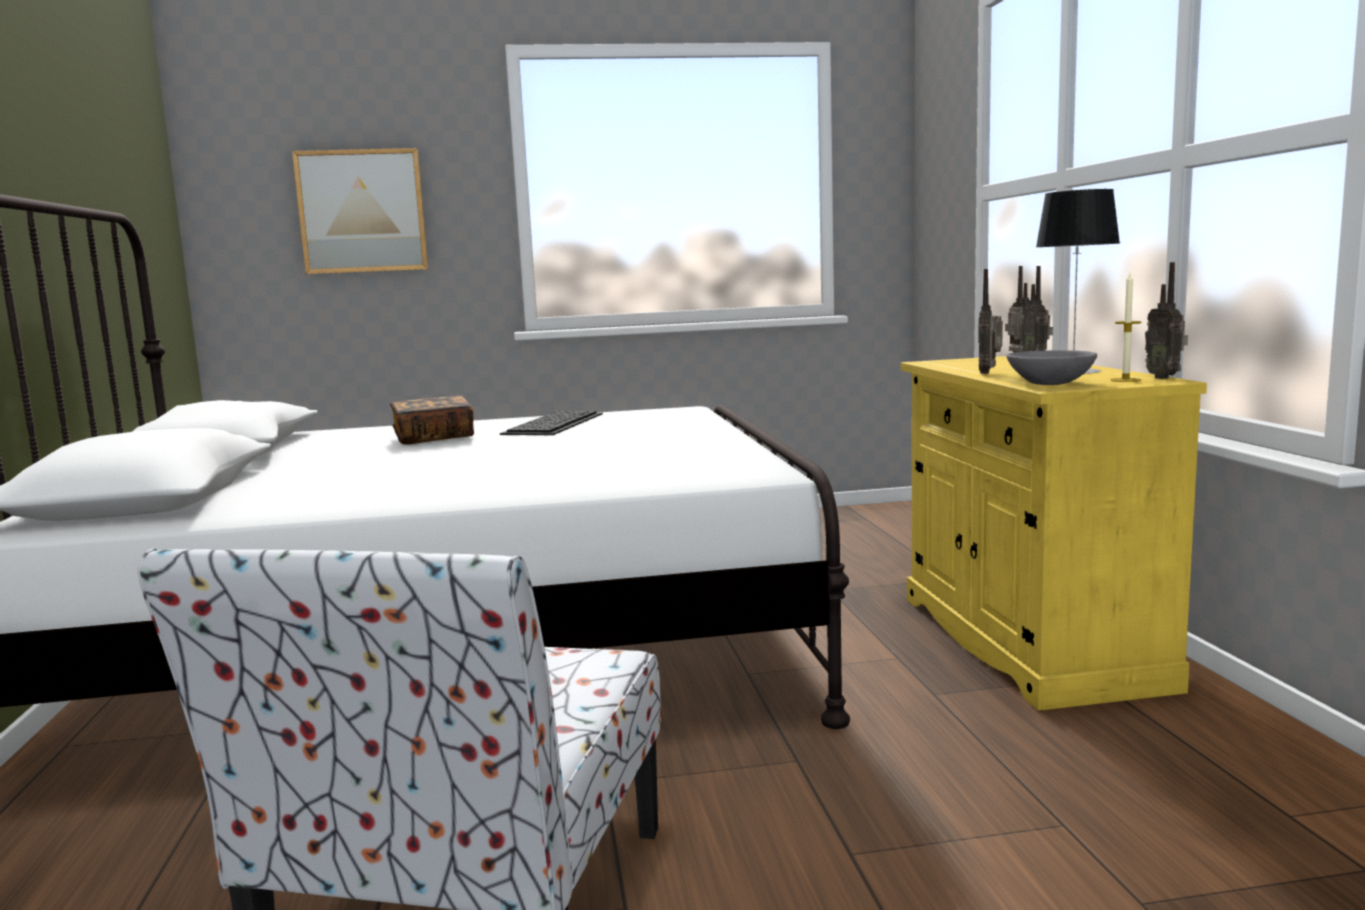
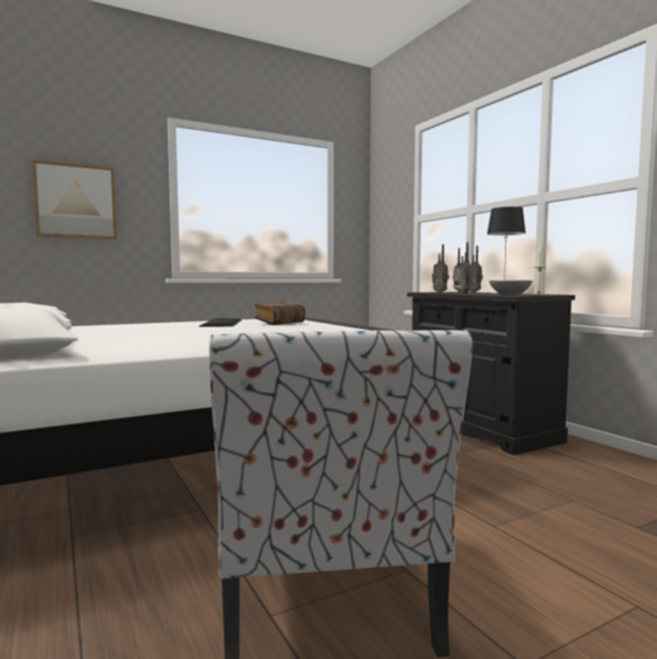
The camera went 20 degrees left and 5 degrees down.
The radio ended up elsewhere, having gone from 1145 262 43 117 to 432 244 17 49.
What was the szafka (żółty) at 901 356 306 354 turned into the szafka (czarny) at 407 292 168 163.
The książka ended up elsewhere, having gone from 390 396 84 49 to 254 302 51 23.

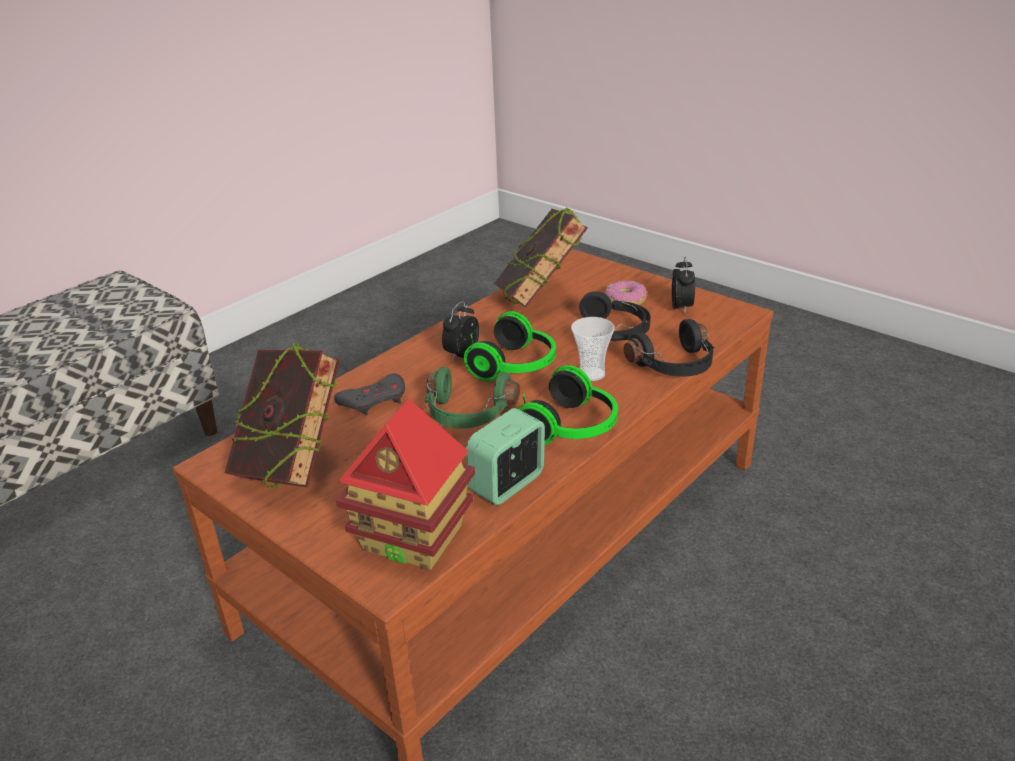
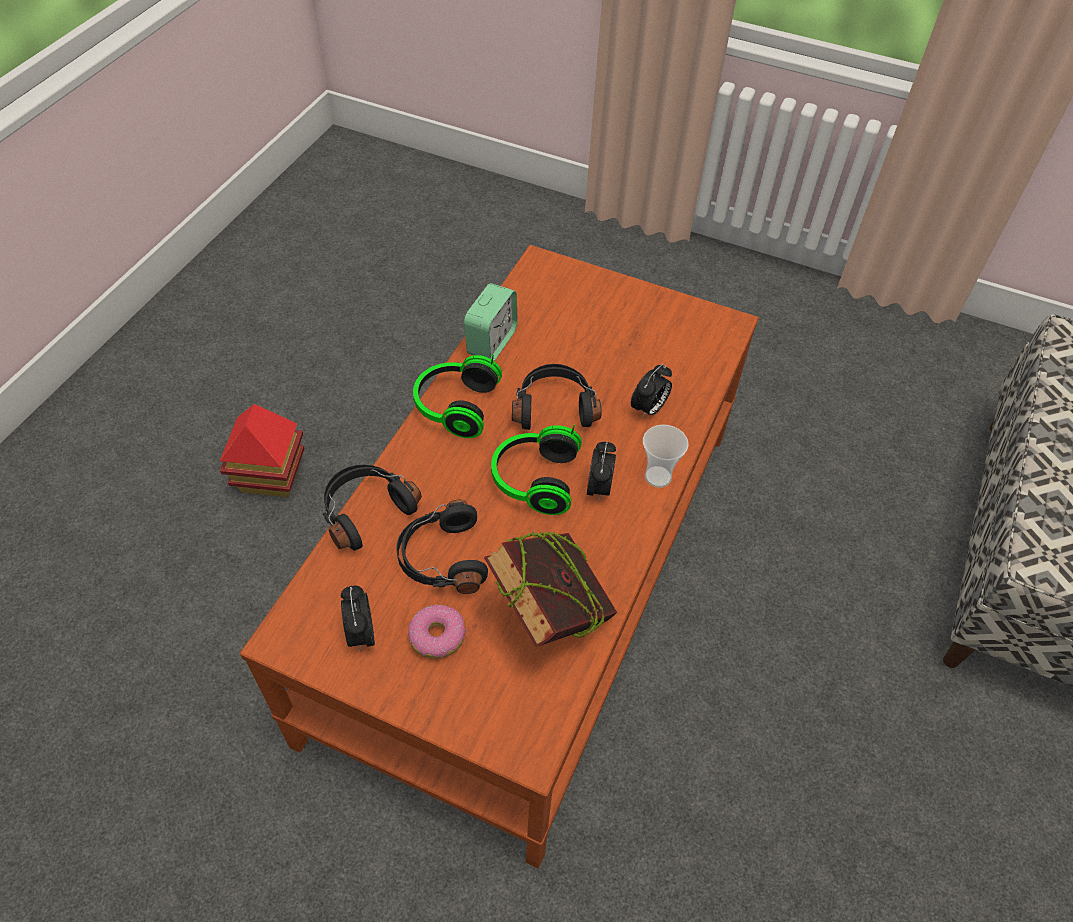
The camera went 160 degrees right and 20 degrees up.
The filiżanka ended up elsewhere, having gone from 571 317 44 64 to 643 424 45 64.
The second view lost the książka at 225 342 115 148.
What was the słuchawki (zielony) at 425 367 95 62 turned into the słuchawki (czarny) at 512 364 90 66.
Where the pad do gier (szary) stood at 334 374 71 42, the budzik came to stand at 631 364 41 55.
The domek ended up elsewhere, having gone from 336 399 139 171 to 220 404 85 93.

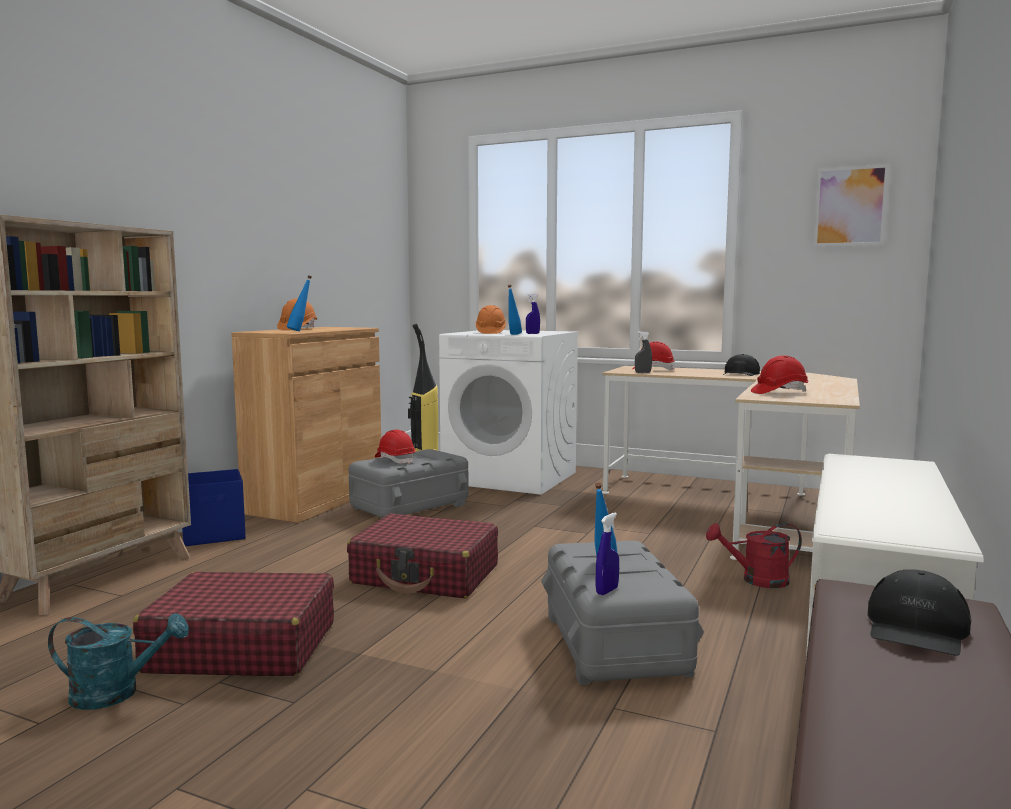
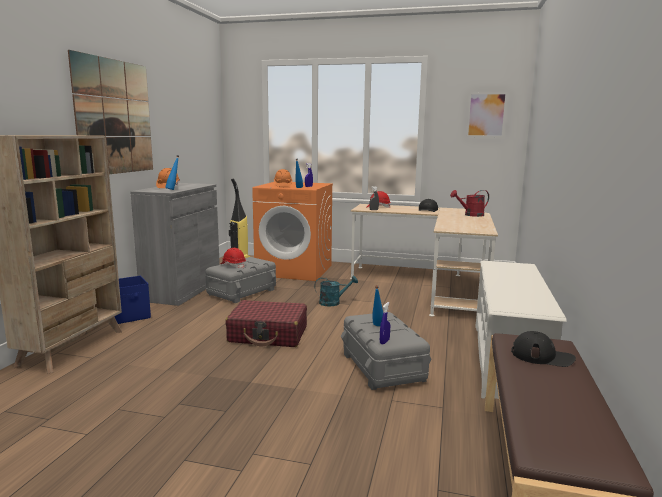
The camera went 10 degrees left and 5 degrees up.
What was the szafka (brązowy) at 231 327 150 196 turned into the szafka (szary) at 130 183 90 123.
What was the pralka (biały) at 439 330 140 165 turned into the pralka (pomarańczowy) at 252 182 81 99.
The second view lost the kask (czerwony) at 751 355 57 39.
The konewka (czerwony) ended up elsewhere, having gone from 706 523 96 65 to 450 190 39 27.
The czapka z daszkiem (czarny) at 868 569 103 87 ended up facing another way, 90 degrees counterclockwise from before.
The second view lost the walizka (czerwony) at 133 572 201 104.
The konewka (turkusowy) ended up elsewhere, having gone from 48 613 141 97 to 314 276 44 31.
The second view gained the obraz at 68 50 85 124.

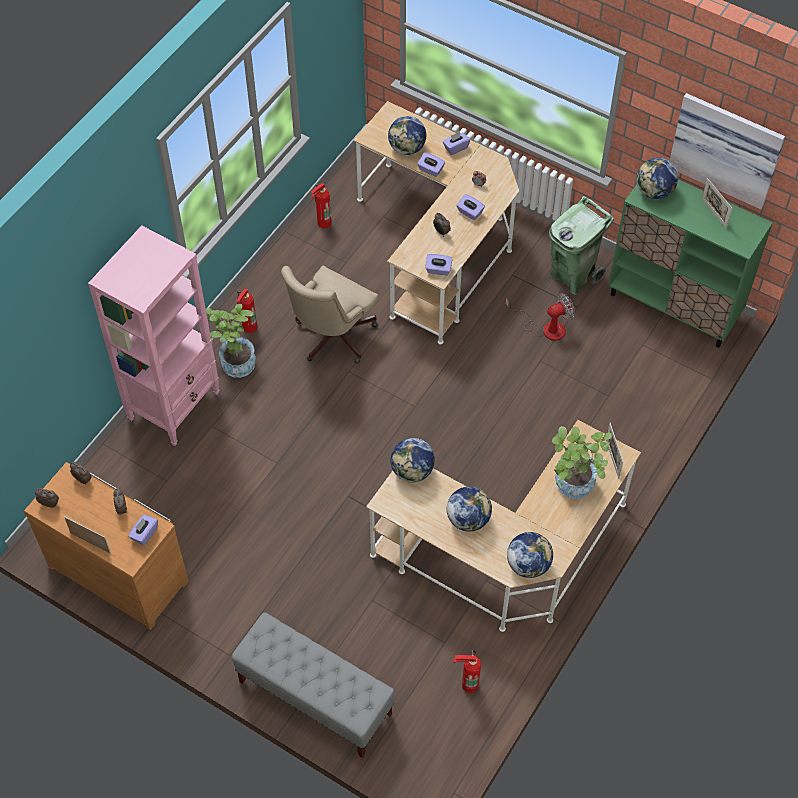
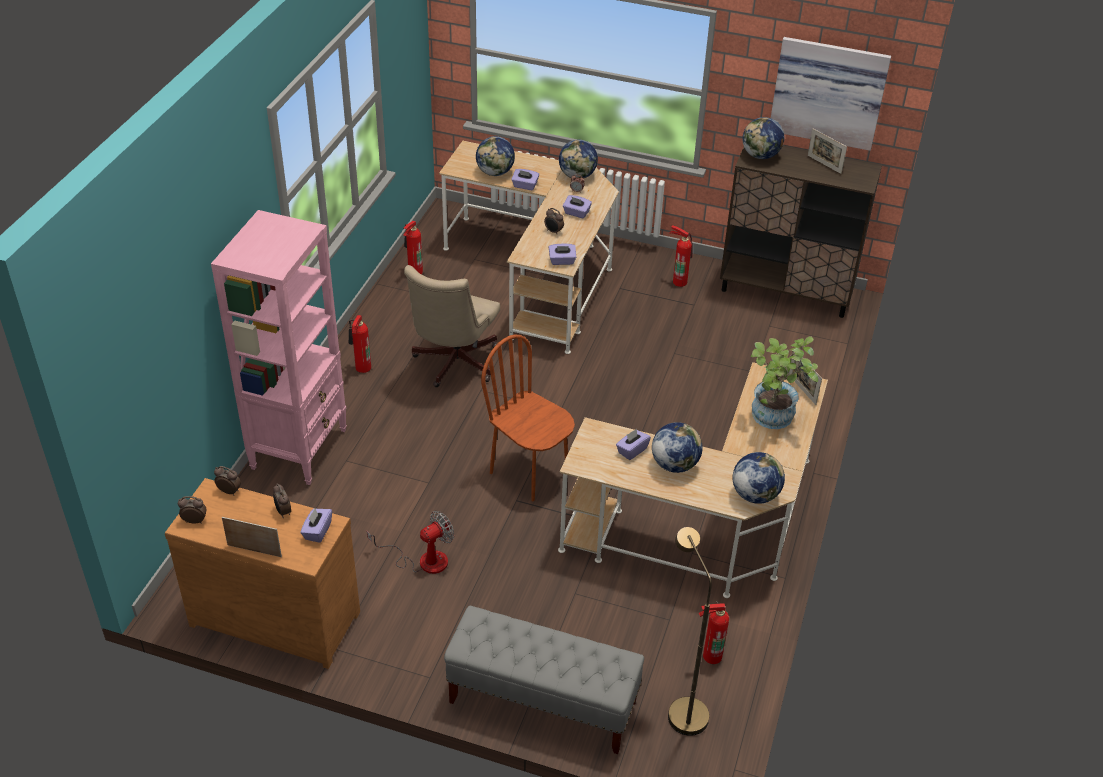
The camera went 15 degrees left and 15 degrees down.
The pudełko chusteczek (fioletowy) ended up elsewhere, having gone from 443 132 27 23 to 616 429 35 31.
What was the szafka (zielony) at 608 180 165 168 turned into the szafka (brązowy) at 720 145 162 173.
Where the kosz na śmieci (zielony) stood at 549 196 65 99, the gaśnica came to stand at 670 225 22 62.
The wentylator ended up elsewhere, having gone from 506 293 69 48 to 367 511 87 63.
The second view lost the roślina doniczkowa at 206 304 50 74.
The globus ended up elsewhere, having gone from 391 438 44 44 to 559 140 39 38.
The second view gained the krzesło (brązowy) at 481 334 94 167.
The second view gained the lampa stojąca (brązowy) at 668 527 44 209.

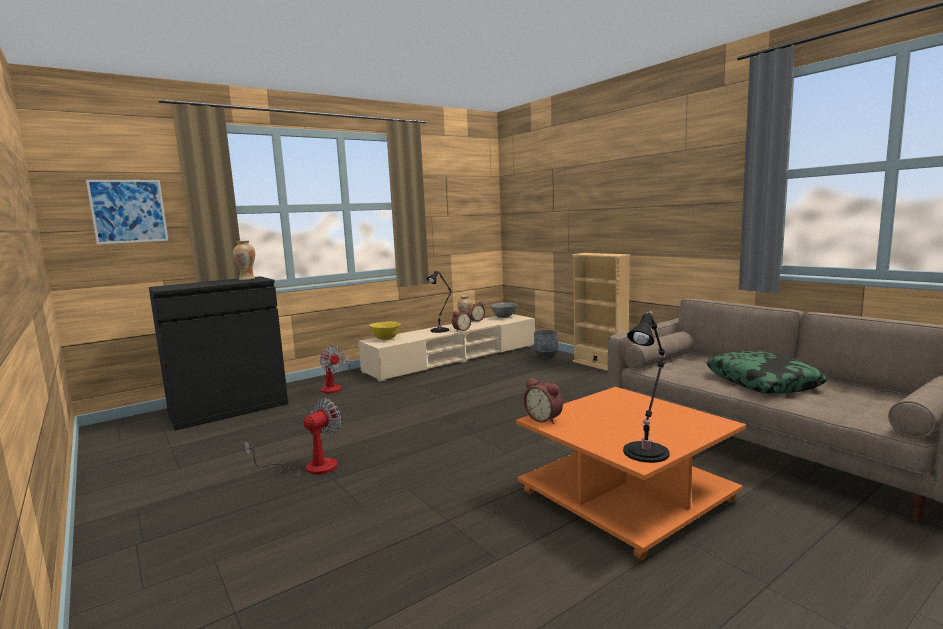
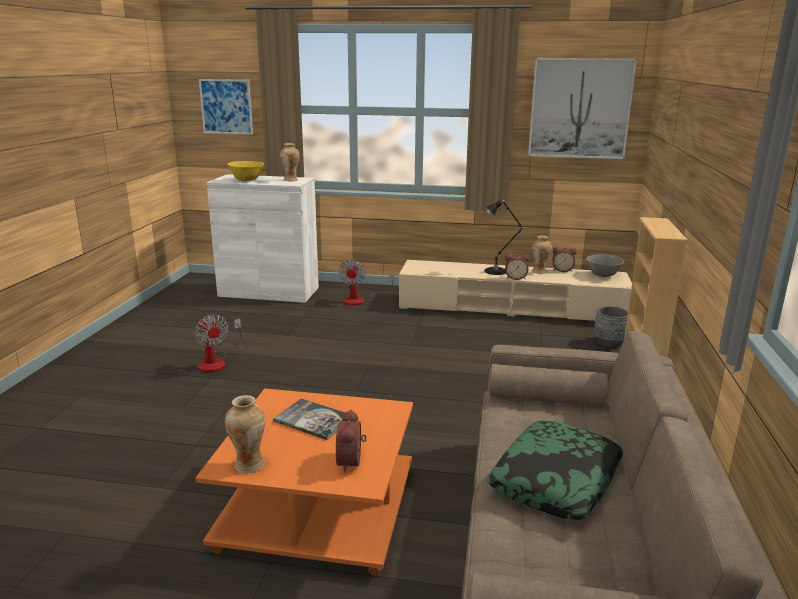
The camera went 45 degrees right and 10 degrees up.
What was the szafka (czarny) at 149 276 139 155 turned into the szafka (biały) at 207 174 112 129.
Where the lampa stołowa (czarny) stood at 623 311 46 152, the wazon came to stand at 225 395 40 78.
The miska (żółty) ended up elsewhere, having gone from 369 321 32 19 to 228 161 36 20.
The budzik ended up elsewhere, having gone from 524 378 39 46 to 336 409 30 63.
The wentylator at 244 398 97 78 ended up facing another way, 60 degrees clockwise from before.
The second view gained the obraz at 528 58 109 101.
The second view gained the książka at 273 398 73 42.

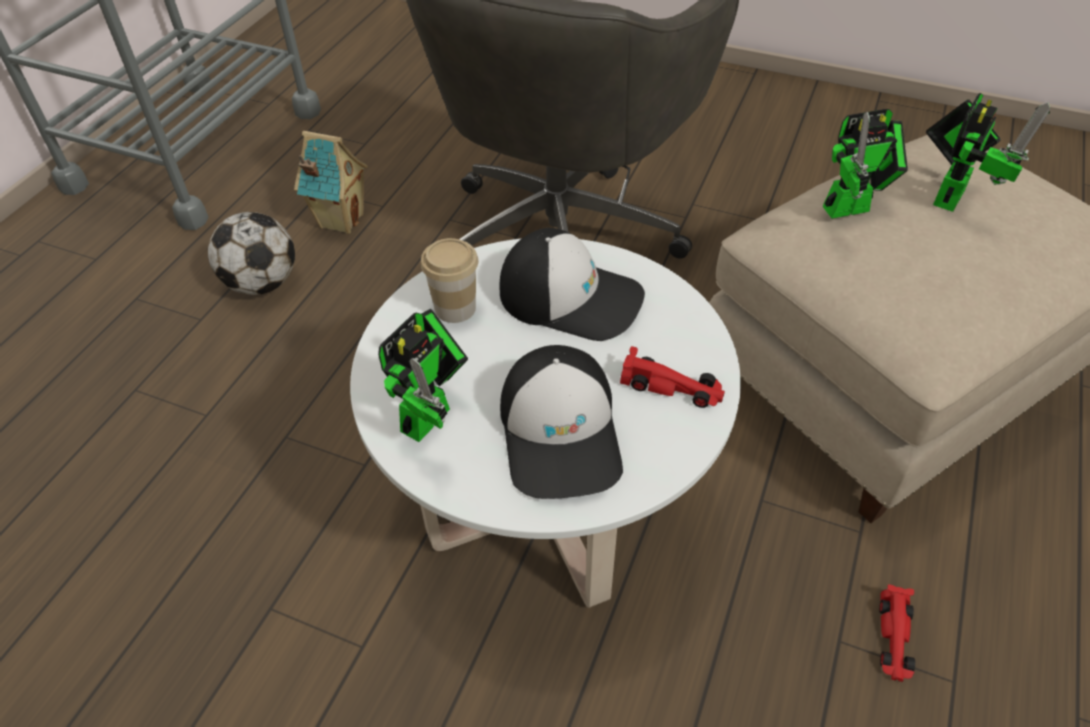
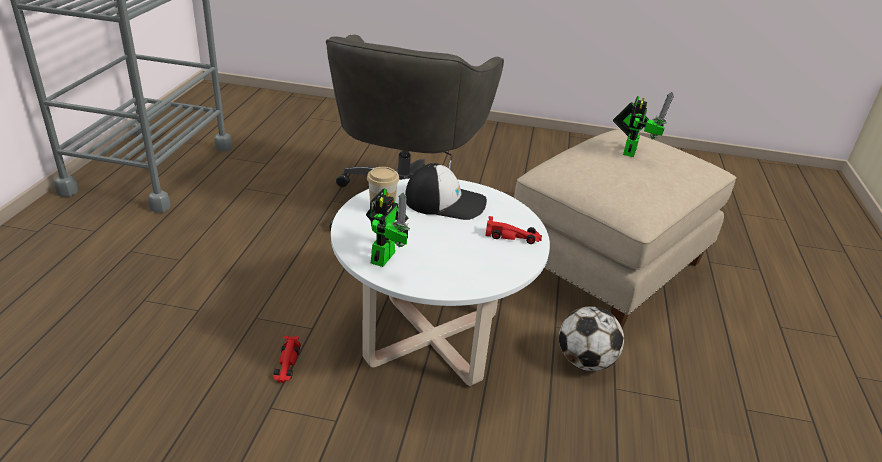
The camera went 15 degrees left and 15 degrees down.
The second view lost the robot zabawkowy at 822 109 86 109.
The second view lost the domek at 294 131 74 103.
The piłka futbolowa ended up elsewhere, having gone from 208 212 87 83 to 559 306 65 65.
The second view lost the czapka z daszkiem at 500 345 123 154.
The samochodzik (czerwony) ended up elsewhere, having gone from 879 584 36 98 to 273 336 28 47.

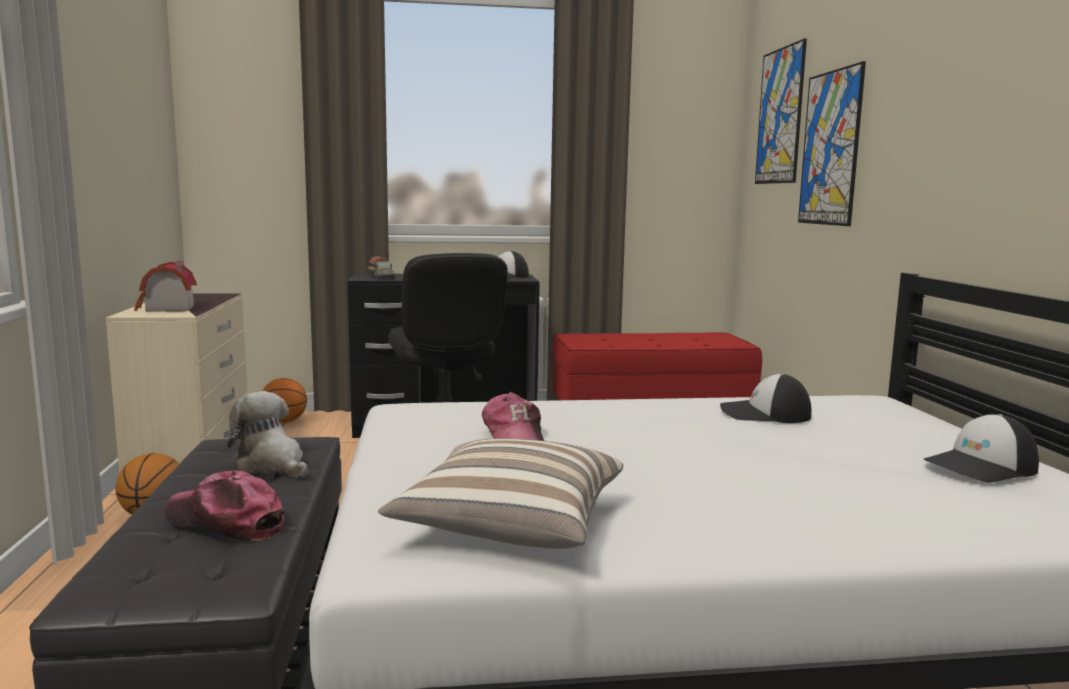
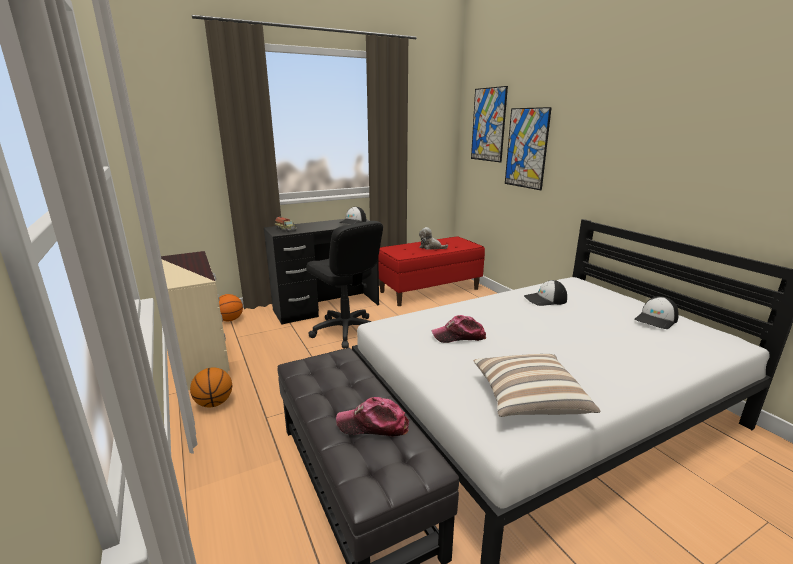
The camera went 20 degrees left and 10 degrees up.
The second view lost the domek at 134 261 63 51.
The pluszak ended up elsewhere, having gone from 227 391 81 87 to 419 227 29 23.
The czapka z daszkiem at 482 392 63 49 ended up facing another way, 120 degrees clockwise from before.

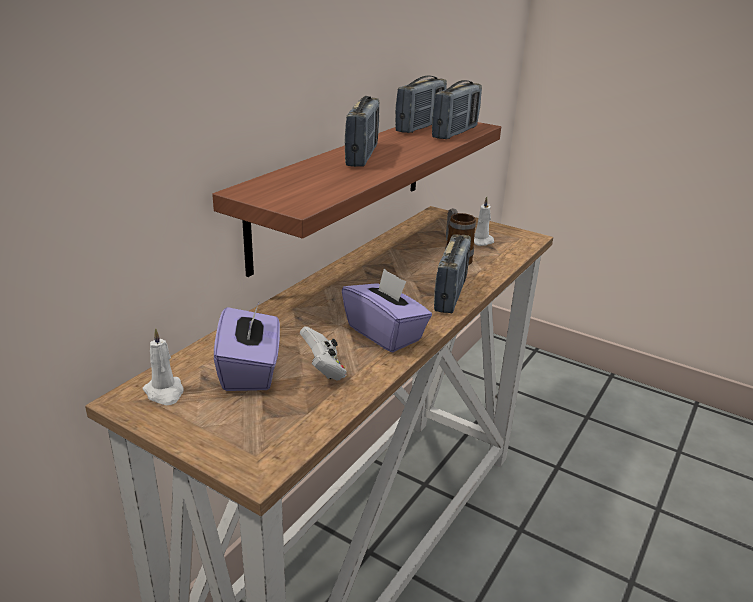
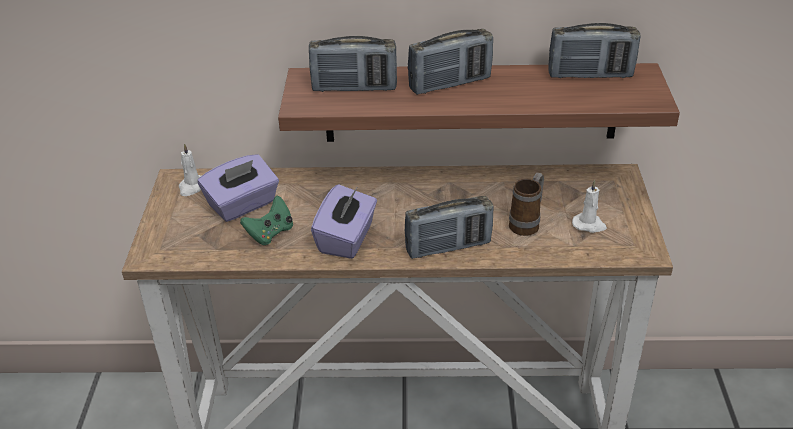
The camera went 60 degrees right and 10 degrees up.
The radio ended up elsewhere, having gone from 432 80 50 59 to 309 36 88 56.
What was the pad do gier (biały) at 300 326 47 54 turned into the pad do gier (zielony) at 240 196 53 49.

